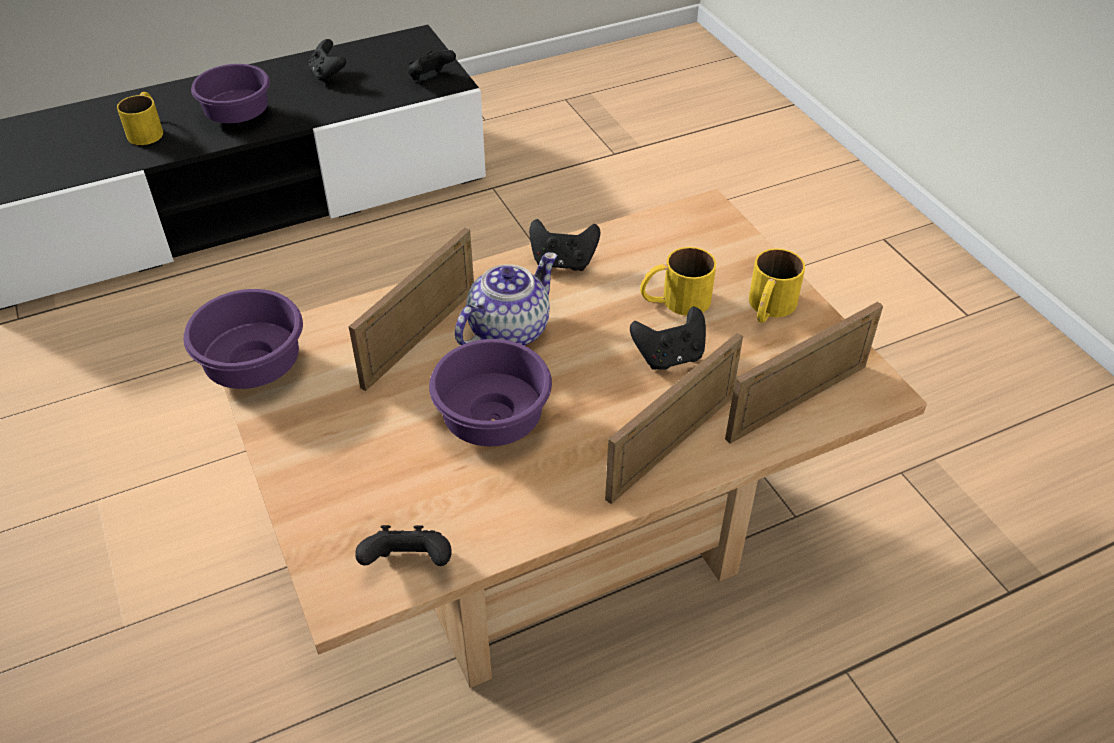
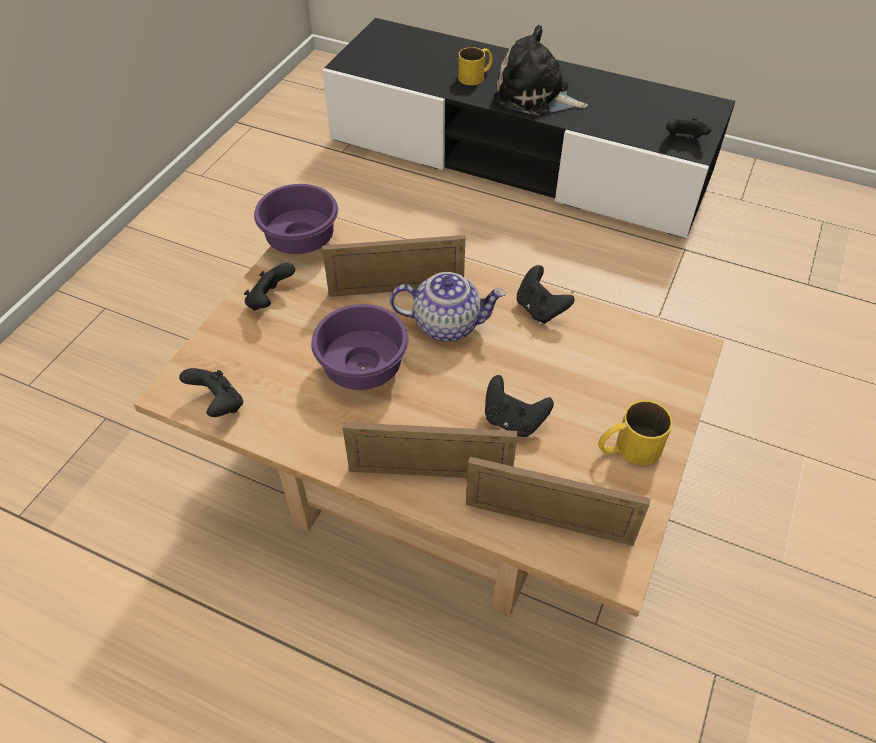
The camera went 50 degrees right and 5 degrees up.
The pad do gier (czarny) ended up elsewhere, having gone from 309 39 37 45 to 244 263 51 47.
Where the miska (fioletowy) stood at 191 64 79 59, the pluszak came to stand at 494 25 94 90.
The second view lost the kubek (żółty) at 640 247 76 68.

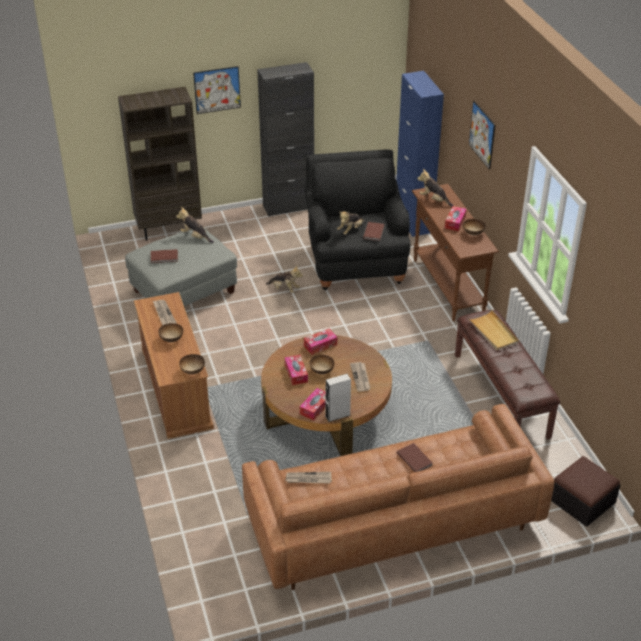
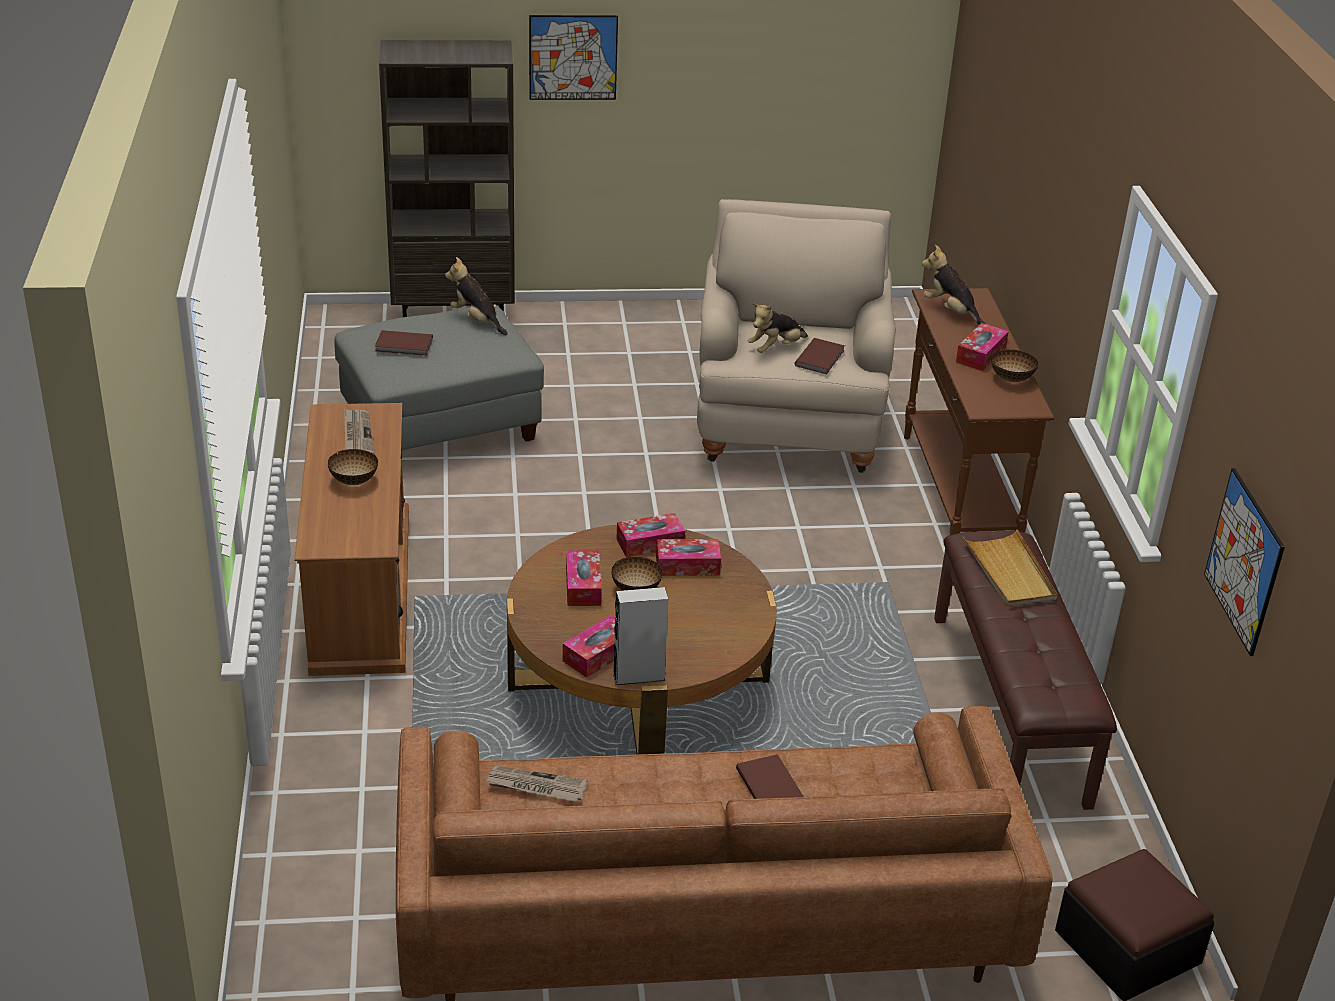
The camera went 10 degrees right and 5 degrees down.
The second view lost the szafka (czarny) at 257 62 57 155.
The second view lost the szafka (niebieski) at 396 71 48 166.
The obraz ended up elsewhere, having gone from 469 101 26 69 to 1204 468 81 188.
What was the fotel (czarny) at 304 150 107 140 turned into the fotel (beżowy) at 697 199 199 274.
The second view lost the pluszak at 266 265 37 28.
The second view lost the miska at 179 354 26 21.
The second view lost the gazeta at 350 362 21 30.
The second view gained the pudełko chusteczek at 656 539 65 37.

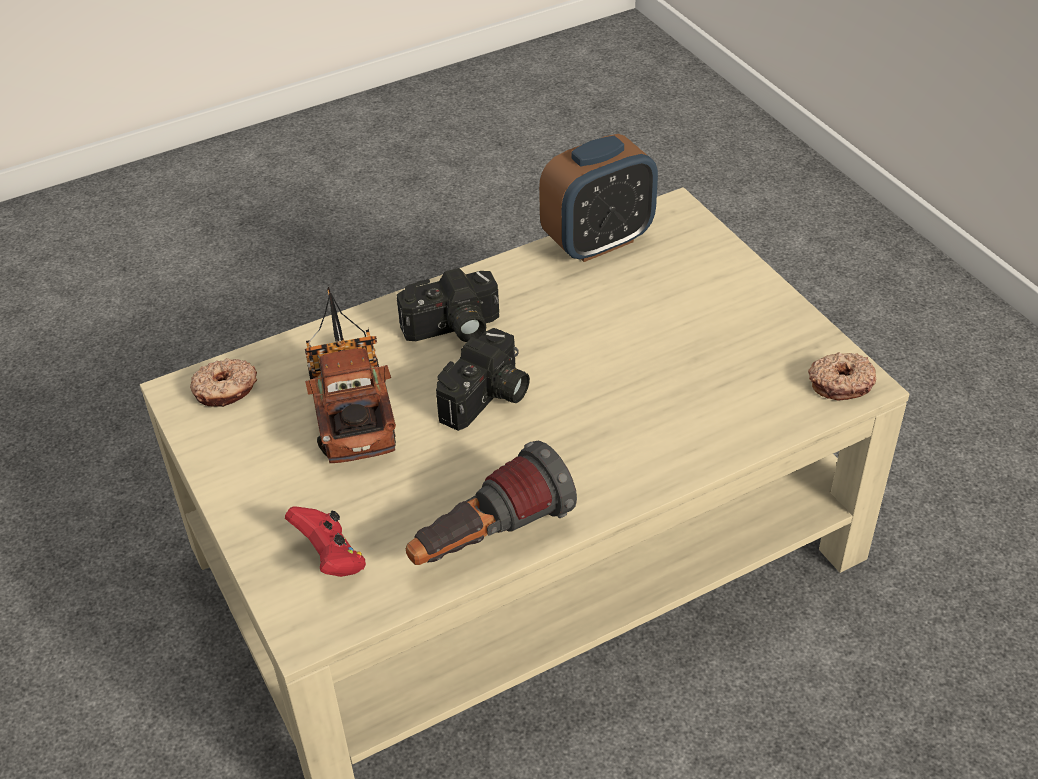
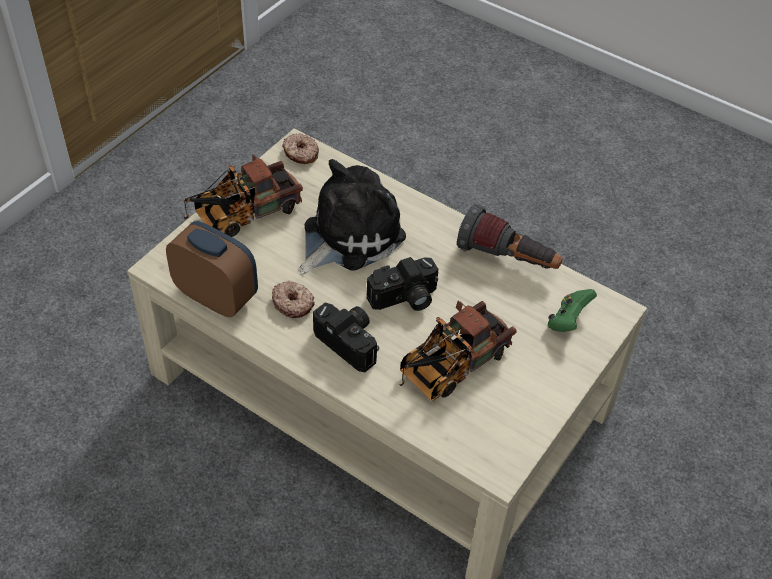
The camera went 120 degrees left and 5 degrees up.
The aparat fotograficzny at 436 328 94 103 ended up facing another way, 150 degrees clockwise from before.
The donut ended up elsewhere, having gone from 190 358 67 49 to 272 281 43 37.
What was the pad do gier (czerwony) at 285 506 81 71 turned into the pad do gier (zielony) at 548 289 49 43.
The second view gained the ciężarówka zabawkowa at 184 154 119 83.
The second view gained the pluszak at 299 159 107 115.

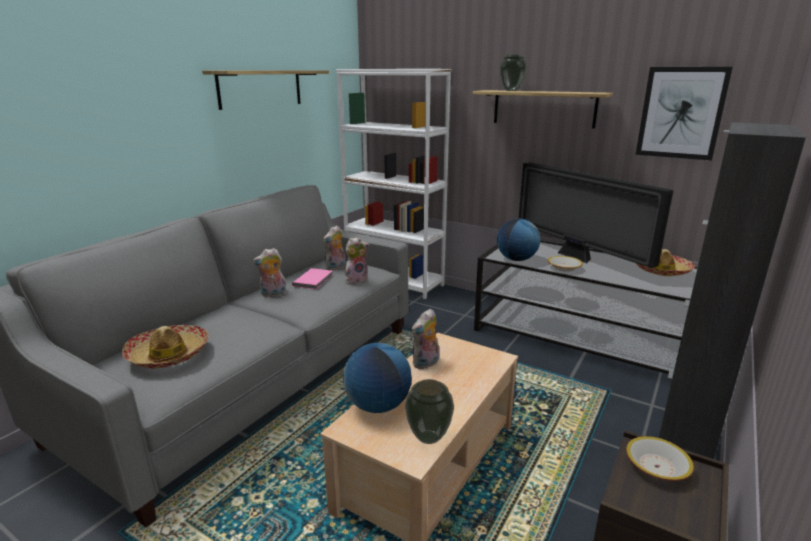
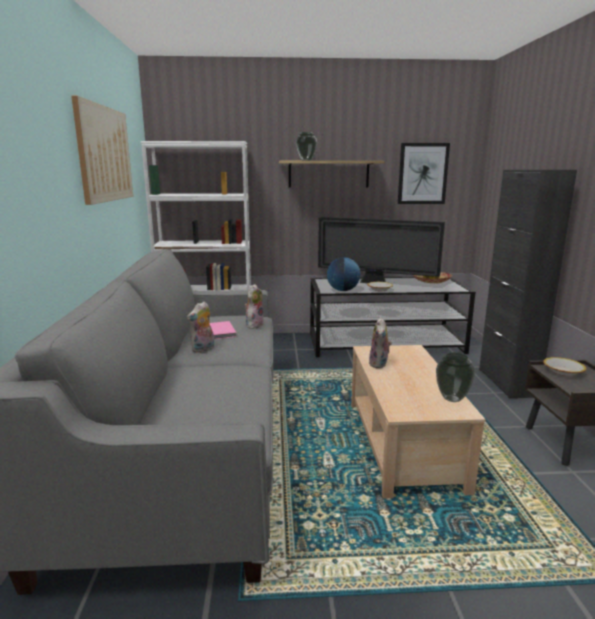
The camera went 35 degrees left and 5 degrees down.
Where the półka hung at 202 70 127 40, the obraz came to hang at 71 96 62 109.
The second view lost the pluszak at 323 225 23 46.
The second view lost the kapelusz at 122 325 87 43.
The second view lost the globus at 343 343 69 70.

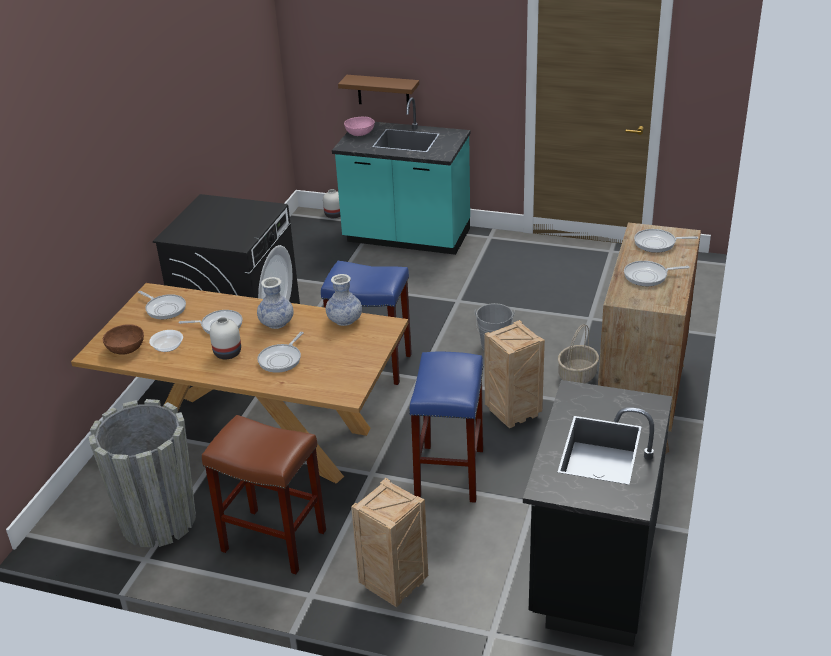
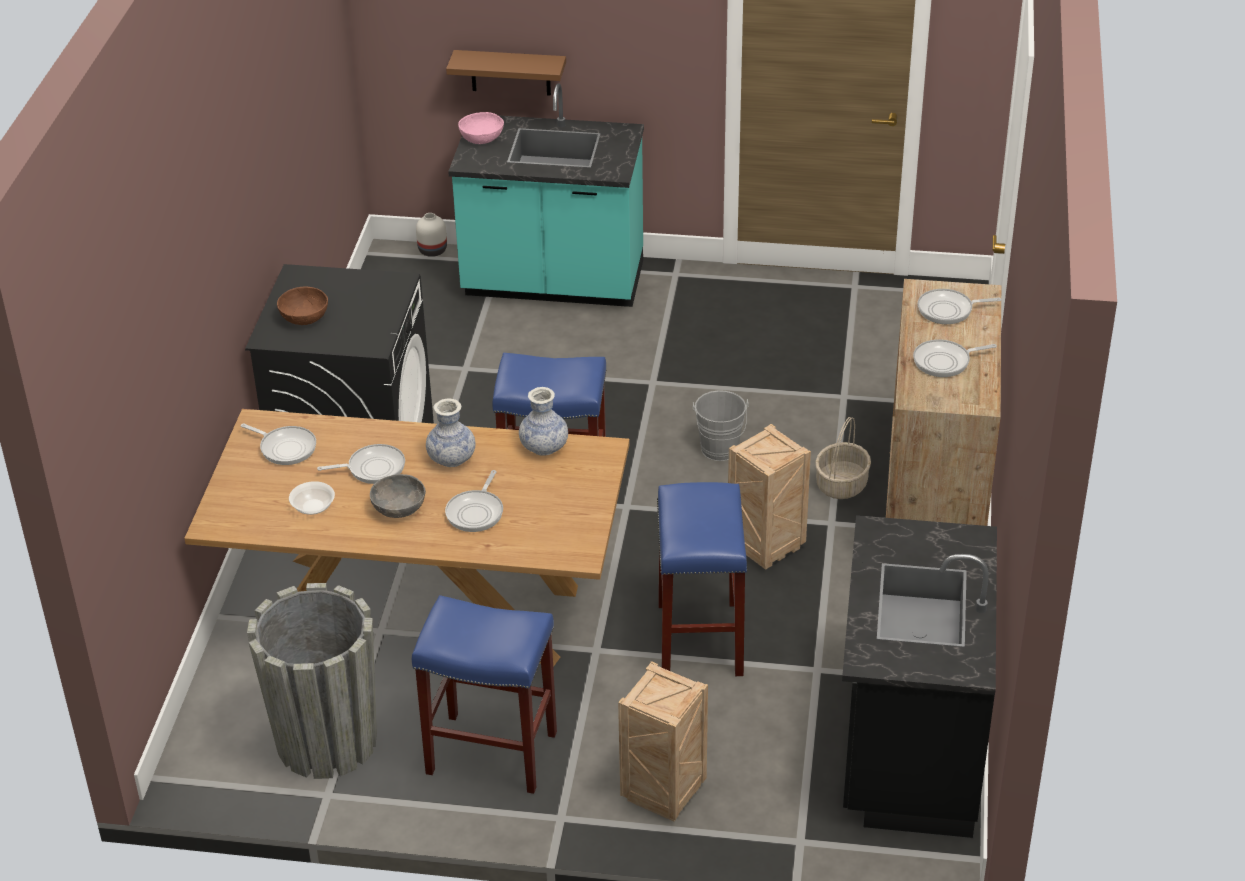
The camera went 10 degrees left and 5 degrees up.
Where the wazon (biały) stood at 210 317 31 42, the miska (szary) came to stand at 370 474 56 44.
The miska (brązowy) ended up elsewhere, having gone from 103 324 41 31 to 277 287 51 38.
What was the stołek (brązowy) at 202 415 124 159 turned into the stołek (niebieski) at 412 595 145 199.

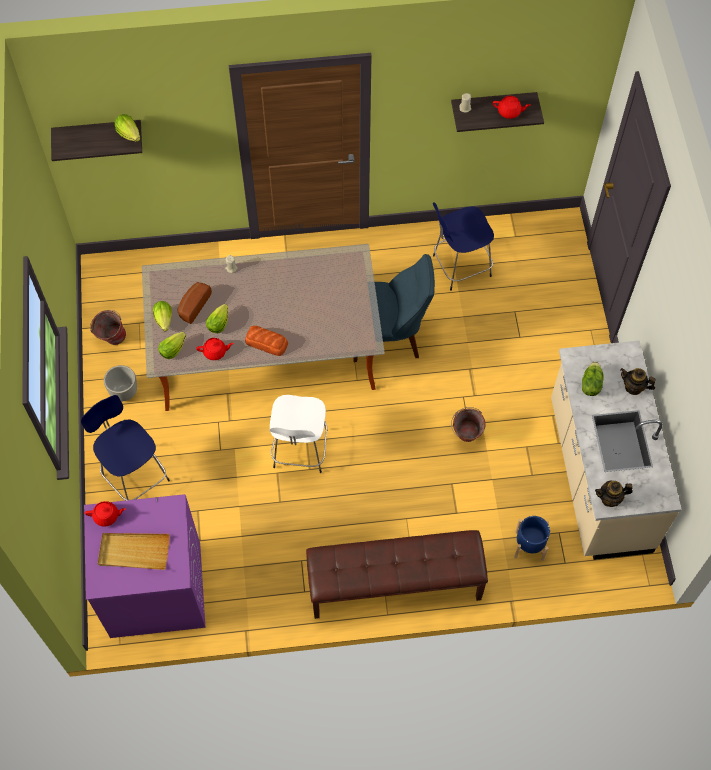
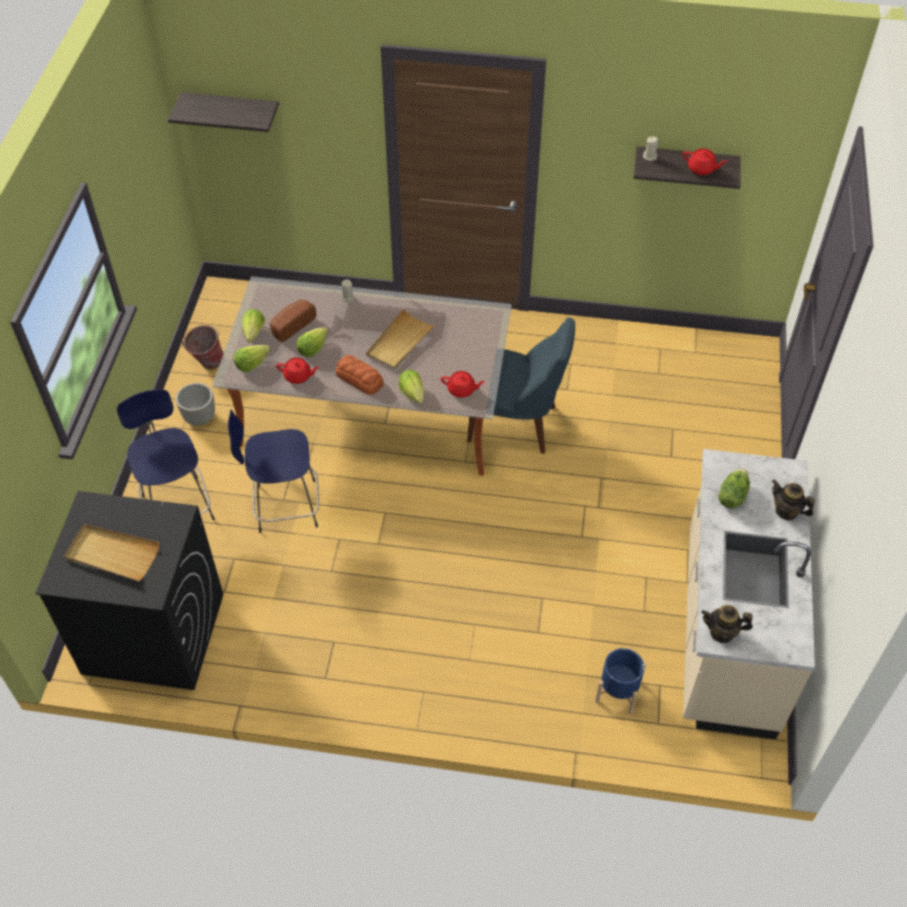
The camera went 15 degrees right and 10 degrees down.
The sałata ended up elsewhere, having gone from 114 114 26 28 to 399 370 25 34.
The stołek (niebieski) ended up elsewhere, having gone from 433 202 61 89 to 228 410 91 123.
The second view lost the stołek (biały) at 269 395 58 78.
The second view lost the wiadro at 451 407 35 35.
What was the pralka (fioletowy) at 84 494 121 144 turned into the pralka (czarny) at 35 491 188 199.
The imbryk (czerwony) ended up elsewhere, having gone from 85 501 41 26 to 441 371 44 27.
The second view lost the ławka (brązowy) at 306 530 182 89.
The second view gained the taca (beżowy) at 366 309 70 61.

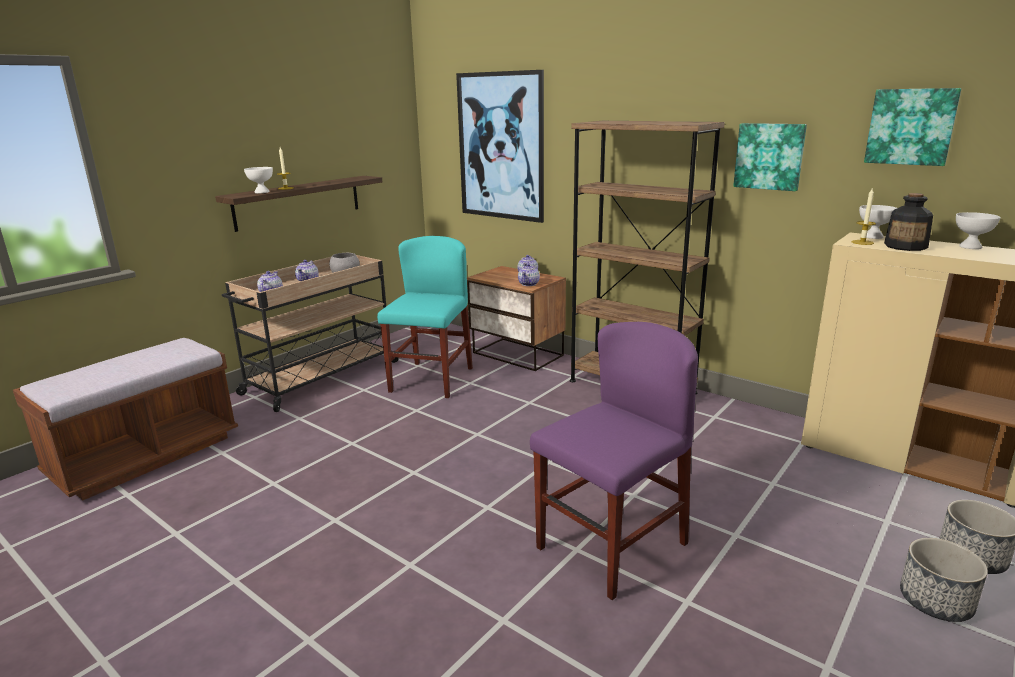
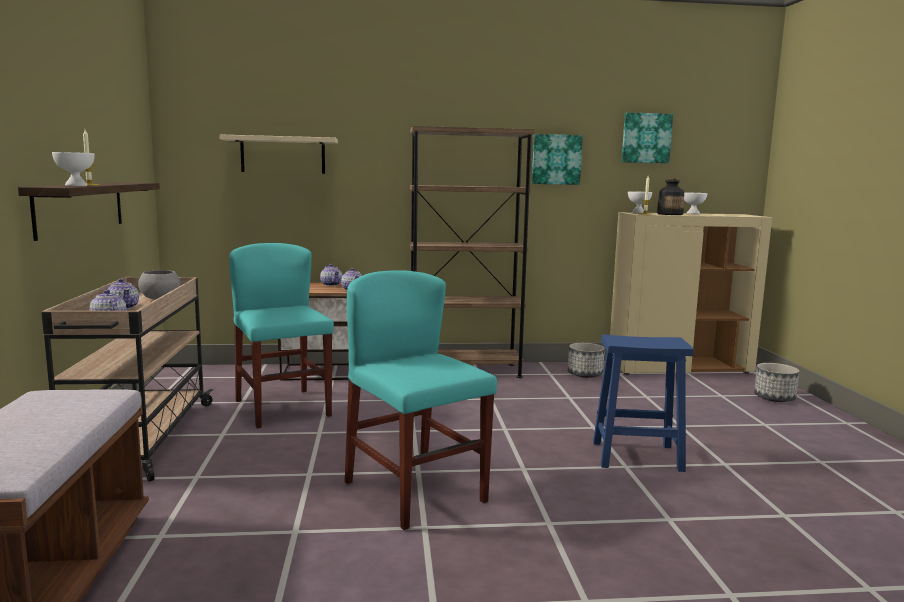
The camera went 45 degrees left and 10 degrees down.
Where the obraz hung at 456 70 88 153, the półka (beżowy) came to hang at 220 134 118 40.
Where the krzesło (fioletowy) stood at 530 322 168 278, the stołek (niebieski) came to stand at 593 335 101 137.
The donica ended up elsewhere, having gone from 900 538 88 84 to 568 343 37 35.
The second view gained the krzesło (turkusowy) at 345 270 152 260.

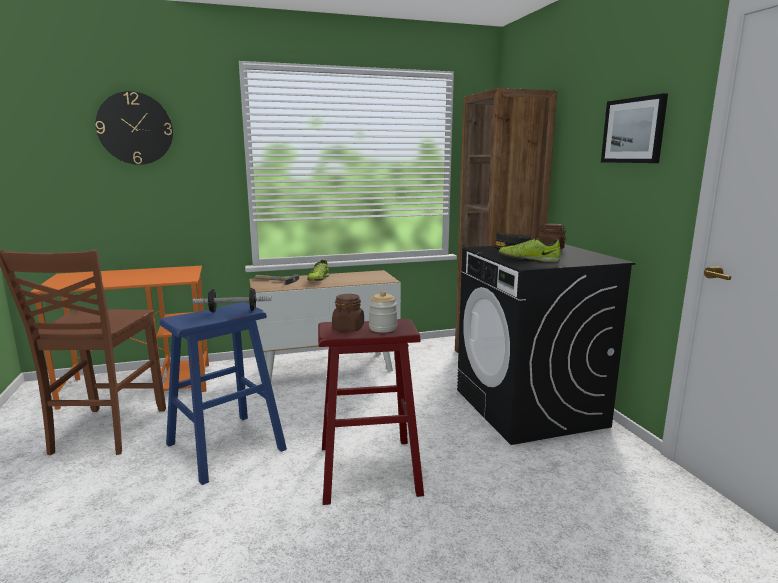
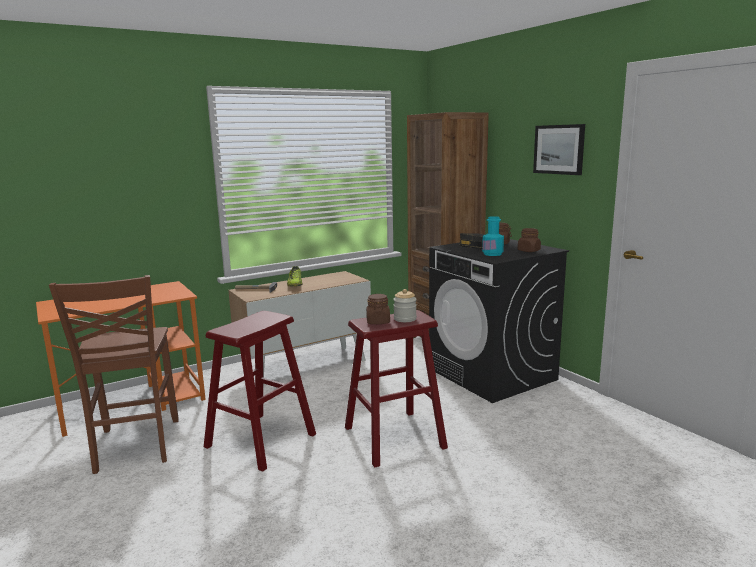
The camera went 15 degrees left and 0 degrees up.
The second view lost the zegar ścienny at 96 91 77 74.
Where the but stood at 499 238 62 24, the butelka (turkusowy) came to stand at 482 216 22 40.
The second view lost the hantel at 193 288 79 24.
What was the stołek (niebieski) at 160 302 127 183 turned into the stołek (czerwony) at 204 311 112 161.
The second view gained the słoik (brązowy) at 518 228 23 24.

